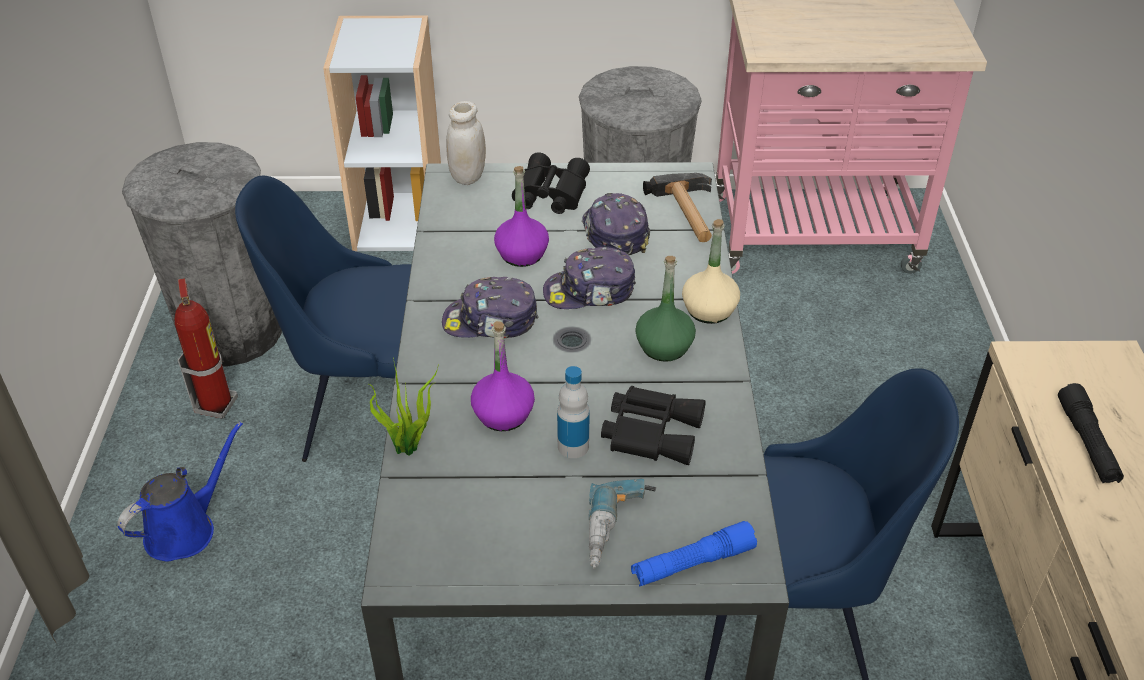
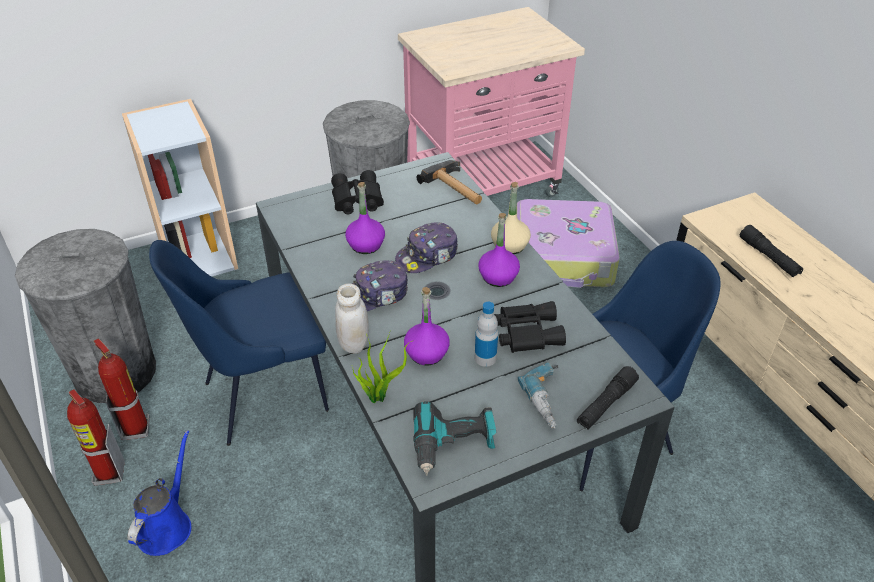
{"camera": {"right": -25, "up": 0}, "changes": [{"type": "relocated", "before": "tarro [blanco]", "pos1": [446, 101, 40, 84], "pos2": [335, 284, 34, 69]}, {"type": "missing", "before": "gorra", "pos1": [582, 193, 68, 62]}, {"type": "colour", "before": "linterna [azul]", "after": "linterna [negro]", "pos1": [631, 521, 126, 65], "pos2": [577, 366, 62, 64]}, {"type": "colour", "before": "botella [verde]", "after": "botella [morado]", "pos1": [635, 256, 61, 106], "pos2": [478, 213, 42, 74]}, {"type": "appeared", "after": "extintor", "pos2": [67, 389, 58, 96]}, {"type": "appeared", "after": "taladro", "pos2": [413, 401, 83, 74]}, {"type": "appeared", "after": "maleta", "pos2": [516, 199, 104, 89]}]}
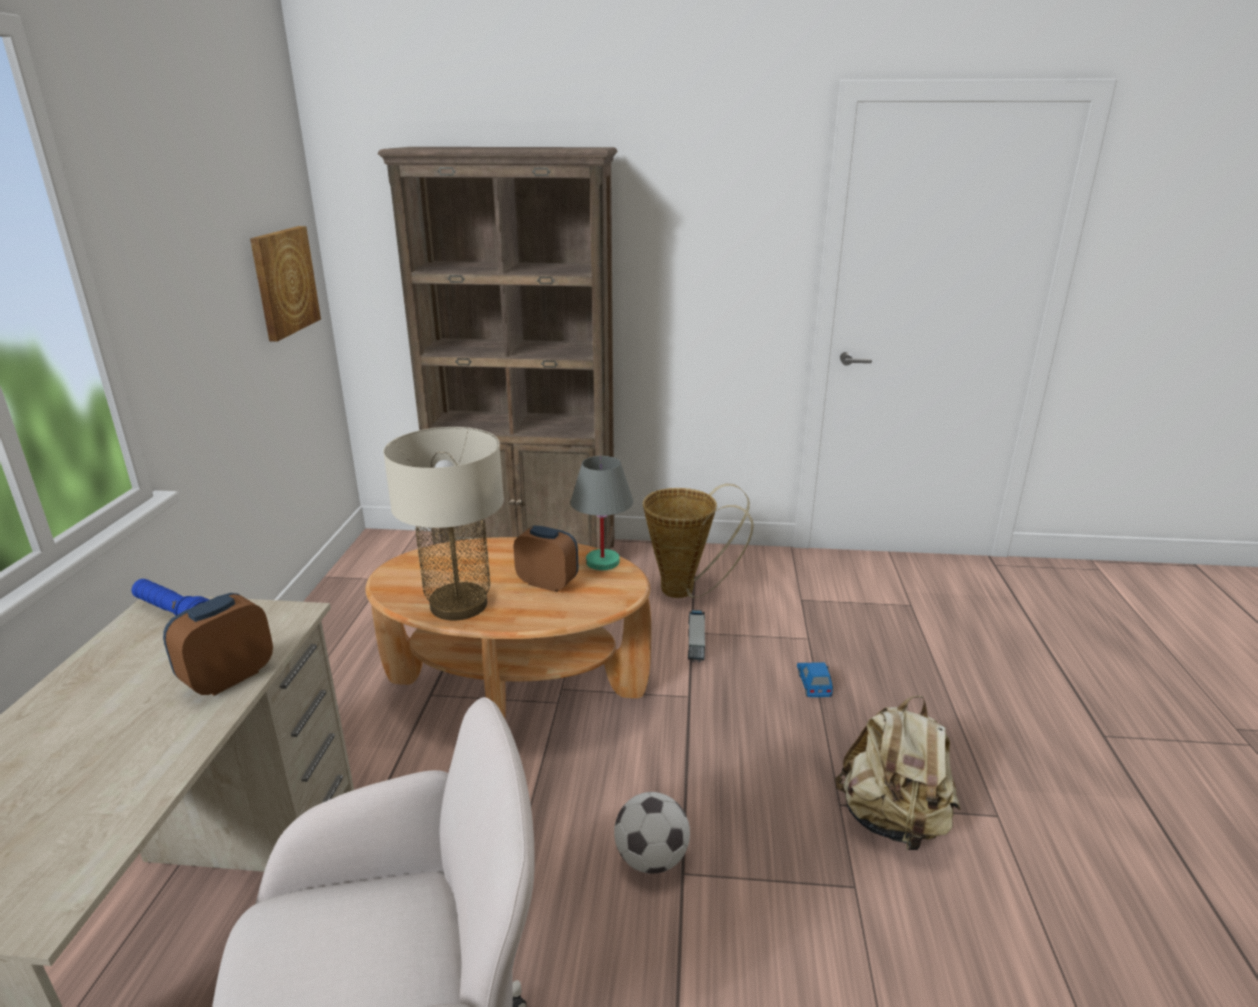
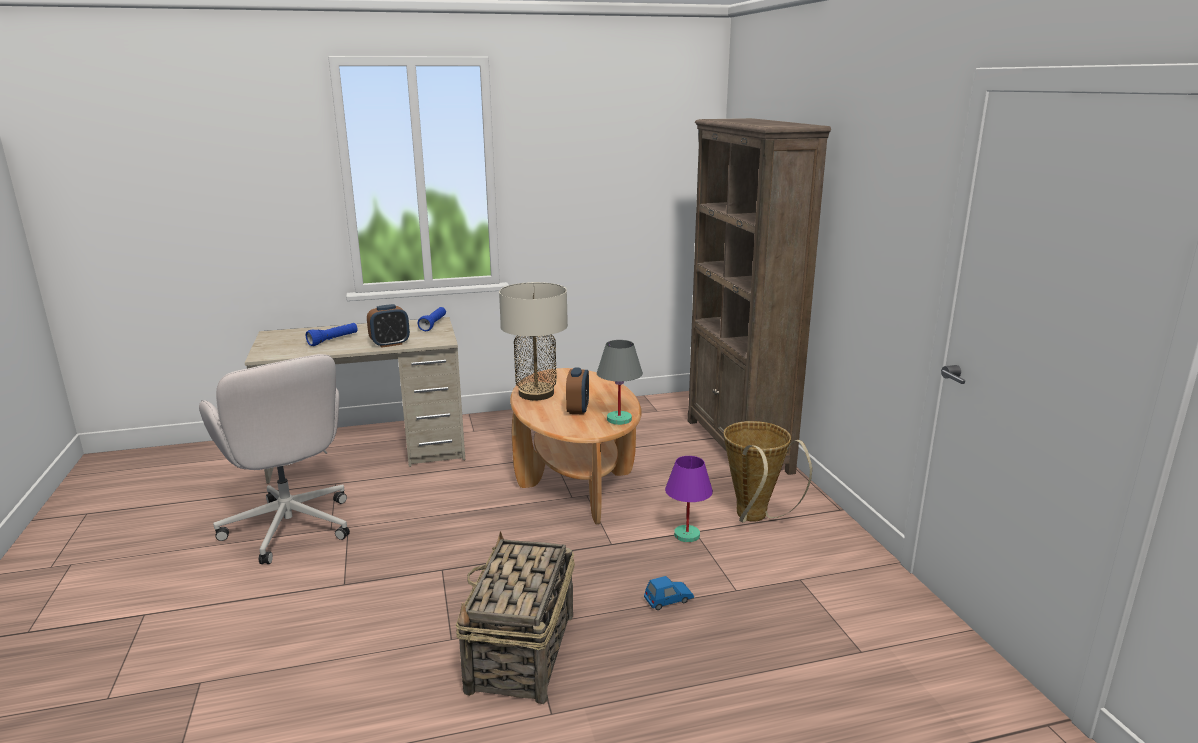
{"camera": {"right": 70, "up": -5}, "changes": [{"type": "spun", "before": "despertador", "pos1": [163, 593, 110, 103], "pos2": [367, 304, 43, 44], "turn": 135}, {"type": "missing", "before": "cuadro", "pos1": [250, 226, 71, 116]}, {"type": "missing", "before": "balón de fútbol", "pos1": [614, 792, 76, 82]}, {"type": "exchanged", "before": "camión de juguete", "after": "lámpara de mesa [morado]", "pos1": [688, 610, 17, 52], "pos2": [665, 456, 48, 86]}, {"type": "exchanged", "before": "mochila [beis]", "after": "cesta", "pos1": [835, 696, 126, 156], "pos2": [456, 531, 119, 173]}, {"type": "appeared", "after": "linterna [azul]", "pos2": [306, 323, 52, 23]}]}
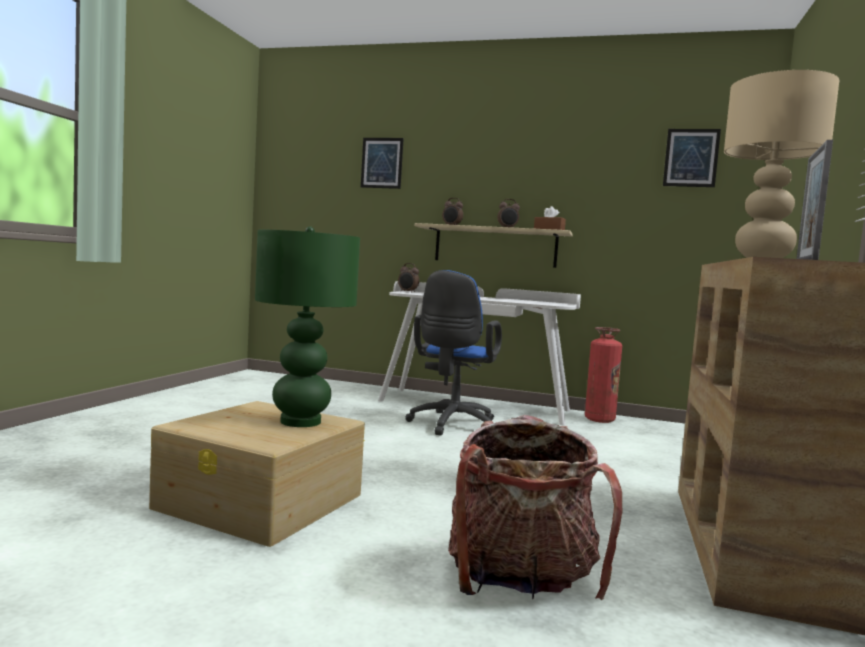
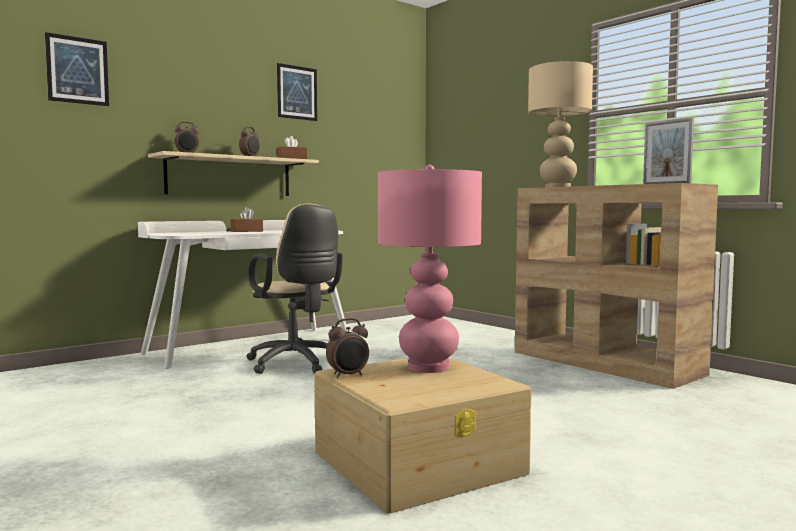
{"camera": {"right": -55, "up": 0}, "changes": [{"type": "colour", "before": "lámpara de mesa [verde]", "after": "lámpara de mesa [rosa]", "pos1": [255, 226, 105, 201], "pos2": [378, 165, 104, 208]}, {"type": "relocated", "before": "despertador", "pos1": [398, 263, 21, 30], "pos2": [326, 318, 43, 60]}, {"type": "colour", "before": "silla de oficina [azul]", "after": "silla de oficina [beis]", "pos1": [405, 270, 97, 166], "pos2": [246, 204, 97, 170]}, {"type": "missing", "before": "mochila", "pos1": [448, 415, 174, 185]}, {"type": "missing", "before": "extintor", "pos1": [585, 327, 37, 96]}, {"type": "relocated", "before": "cuadro", "pos1": [663, 129, 58, 58], "pos2": [277, 63, 40, 58]}, {"type": "appeared", "after": "caja de pañuelos [marrón]", "pos2": [231, 207, 32, 25]}]}
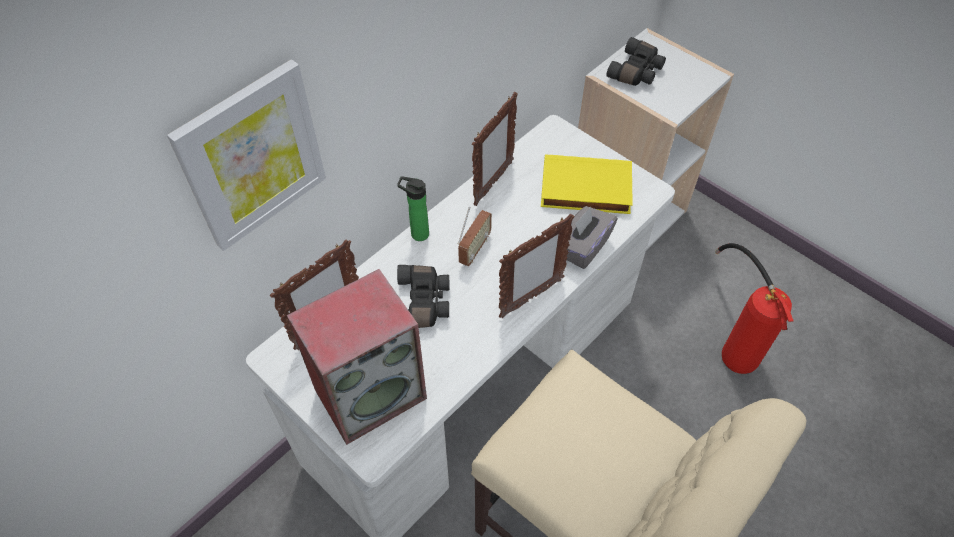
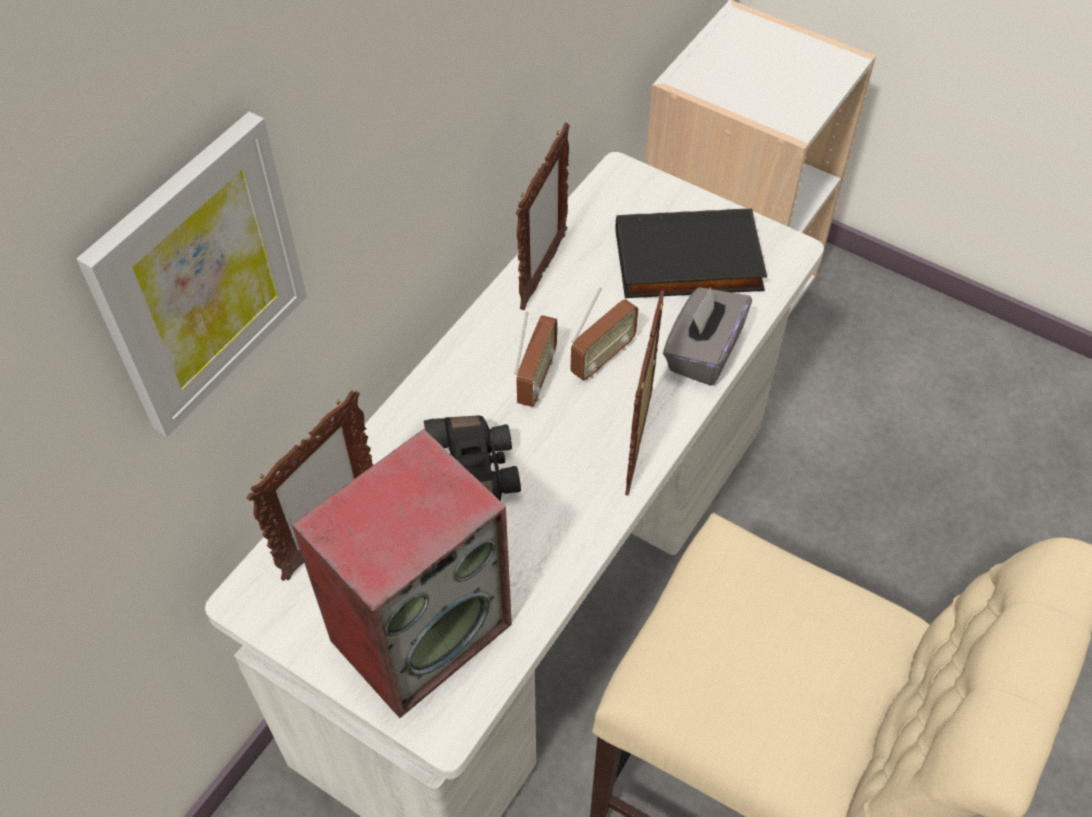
{"camera": {"right": -10, "up": 0}, "changes": [{"type": "missing", "before": "botella", "pos1": [397, 176, 32, 65]}, {"type": "spun", "before": "portarretratos", "pos1": [499, 214, 76, 104], "pos2": [625, 290, 39, 205], "turn": 150}, {"type": "colour", "before": "libro [amarillo]", "after": "libro [negro]", "pos1": [541, 154, 92, 60], "pos2": [616, 209, 151, 89]}, {"type": "missing", "before": "prismáticos [negro]", "pos1": [606, 37, 60, 49]}, {"type": "missing", "before": "extintor", "pos1": [715, 243, 79, 131]}, {"type": "appeared", "after": "radio", "pos2": [570, 288, 68, 93]}]}
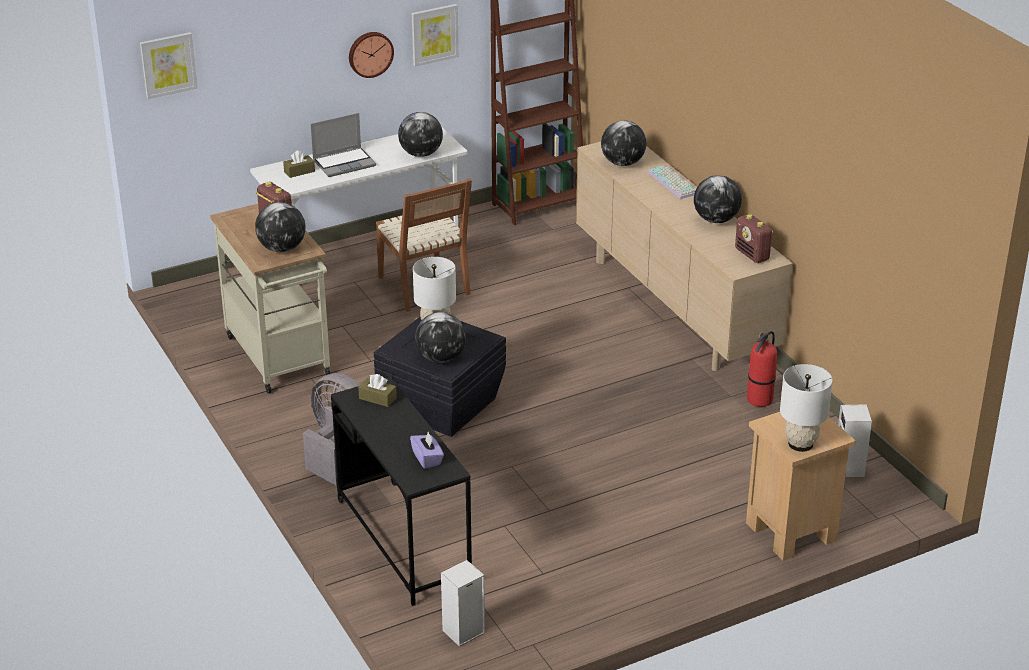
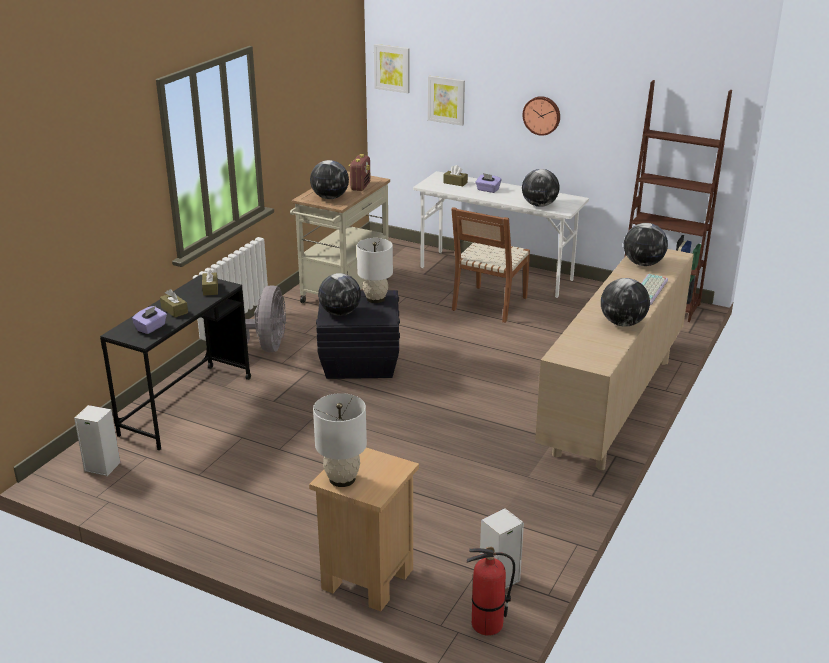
{"camera": {"right": 55, "up": -5}, "changes": [{"type": "exchanged", "before": "portátil", "after": "caja de pañuelos [morado]", "pos1": [311, 113, 65, 64], "pos2": [475, 173, 26, 20]}, {"type": "relocated", "before": "cuadro", "pos1": [412, 4, 47, 62], "pos2": [428, 76, 37, 50]}, {"type": "missing", "before": "radio", "pos1": [735, 214, 39, 49]}, {"type": "relocated", "before": "extintor", "pos1": [747, 331, 30, 76], "pos2": [467, 547, 48, 89]}, {"type": "appeared", "after": "caja de pañuelos [marrón]", "pos2": [160, 289, 28, 28]}]}
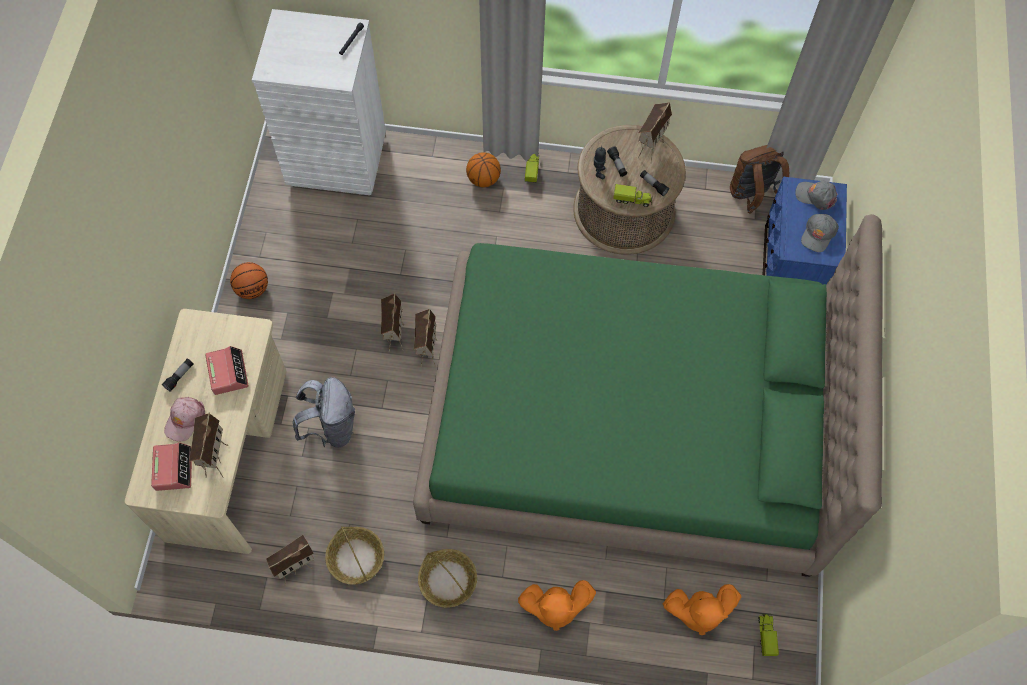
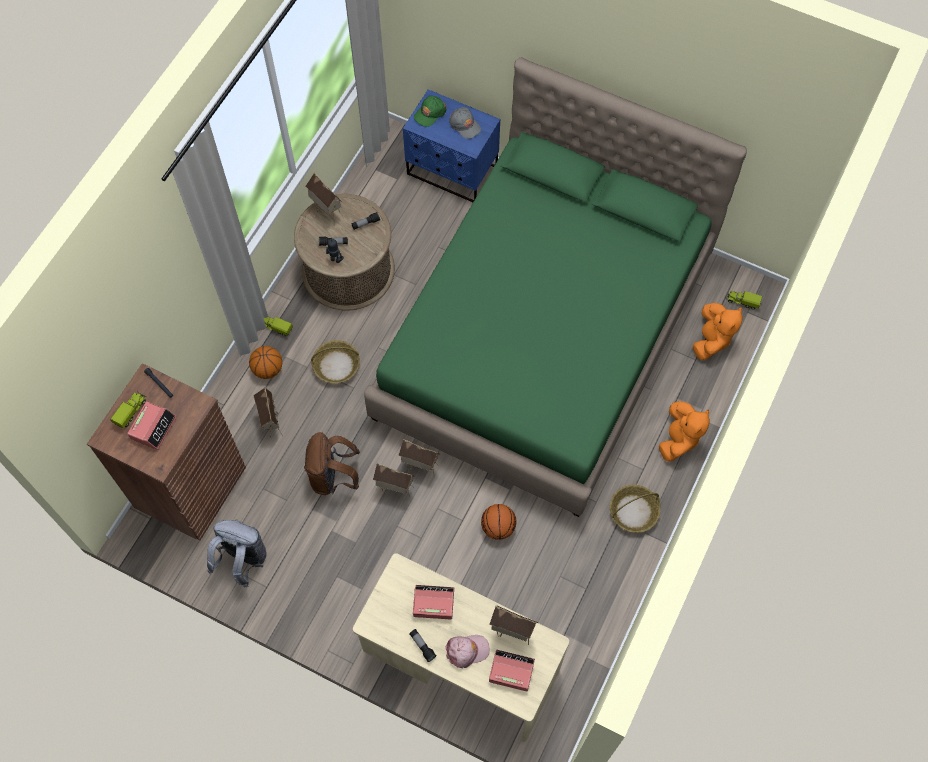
{"camera": {"right": -70, "up": 0}, "changes": [{"type": "spun", "before": "gorra [rosa]", "pos1": [164, 397, 41, 45], "pos2": [445, 635, 45, 33], "turn": -60}, {"type": "relocated", "before": "balón de baloncesto", "pos1": [230, 262, 38, 37], "pos2": [481, 504, 35, 36]}, {"type": "colour", "before": "cómoda [blanco]", "after": "cómoda [marrón]", "pos1": [252, 9, 134, 186], "pos2": [87, 363, 159, 177]}, {"type": "relocated", "before": "casita", "pos1": [266, 535, 48, 44], "pos2": [253, 388, 30, 52]}, {"type": "relocated", "before": "mochila [gris]", "pos1": [293, 377, 62, 70], "pos2": [207, 520, 60, 68]}, {"type": "relocated", "before": "cesta", "pos1": [325, 526, 59, 59], "pos2": [311, 340, 49, 43]}, {"type": "relocated", "before": "camión de juguete", "pos1": [613, 184, 40, 23], "pos2": [110, 392, 36, 37]}, {"type": "relocated", "before": "mochila [marrón]", "pos1": [730, 145, 59, 69], "pos2": [304, 432, 56, 63]}, {"type": "colour", "before": "gorra [gris]", "after": "gorra [verde]", "pos1": [795, 181, 43, 29], "pos2": [414, 96, 33, 31]}, {"type": "appeared", "after": "despertador", "pos2": [127, 401, 50, 49]}]}
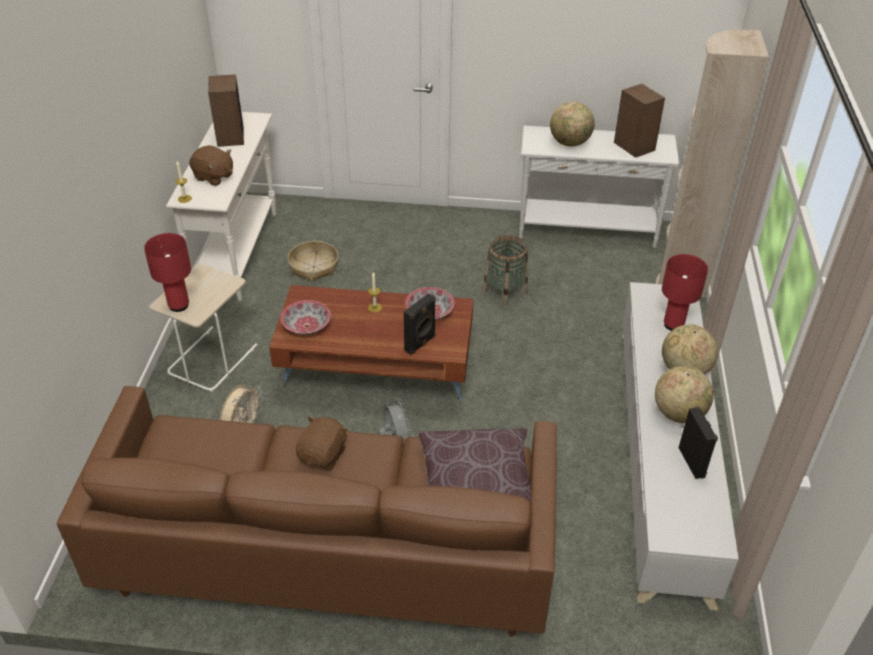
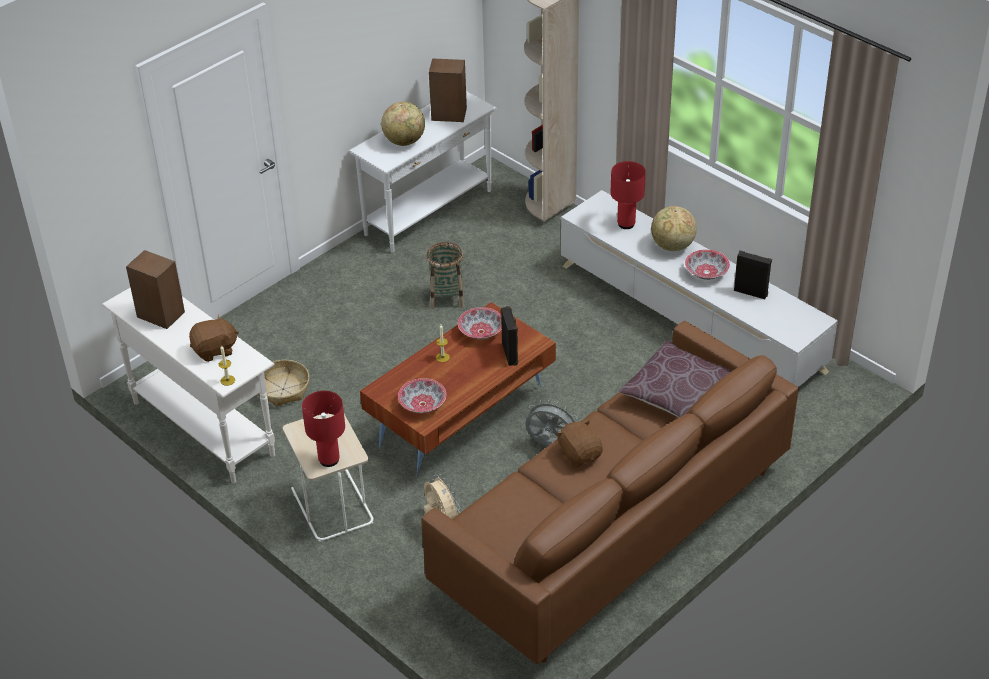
{"camera": {"right": -50, "up": 0}, "changes": [{"type": "exchanged", "before": "globo terráqueo", "after": "cuenco", "pos1": [655, 366, 59, 57], "pos2": [685, 249, 45, 31]}]}
